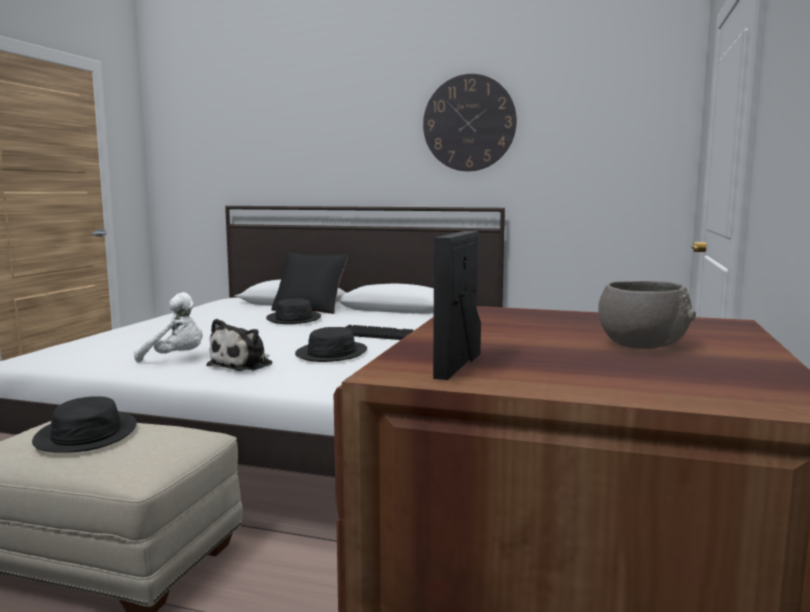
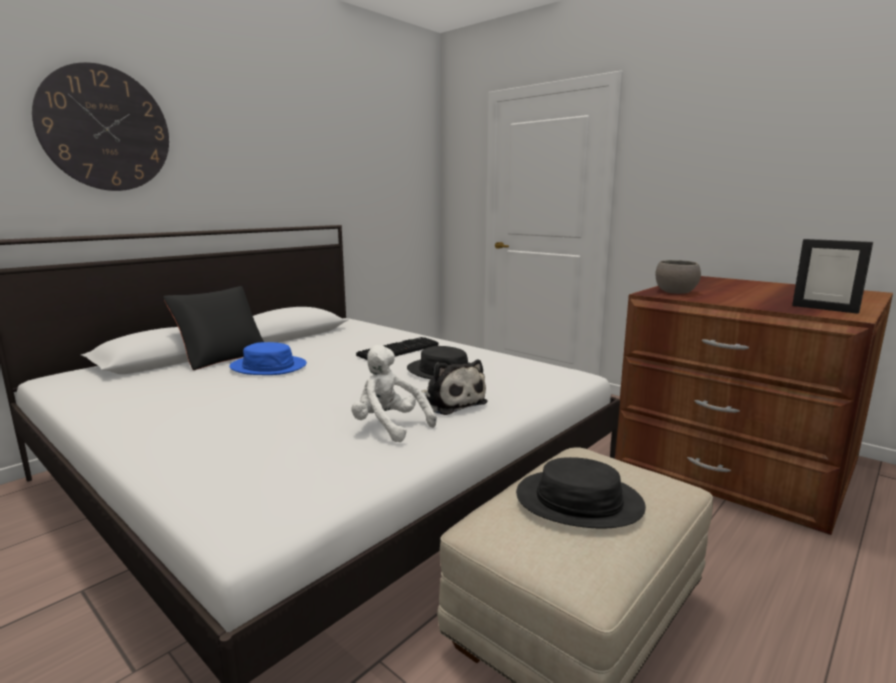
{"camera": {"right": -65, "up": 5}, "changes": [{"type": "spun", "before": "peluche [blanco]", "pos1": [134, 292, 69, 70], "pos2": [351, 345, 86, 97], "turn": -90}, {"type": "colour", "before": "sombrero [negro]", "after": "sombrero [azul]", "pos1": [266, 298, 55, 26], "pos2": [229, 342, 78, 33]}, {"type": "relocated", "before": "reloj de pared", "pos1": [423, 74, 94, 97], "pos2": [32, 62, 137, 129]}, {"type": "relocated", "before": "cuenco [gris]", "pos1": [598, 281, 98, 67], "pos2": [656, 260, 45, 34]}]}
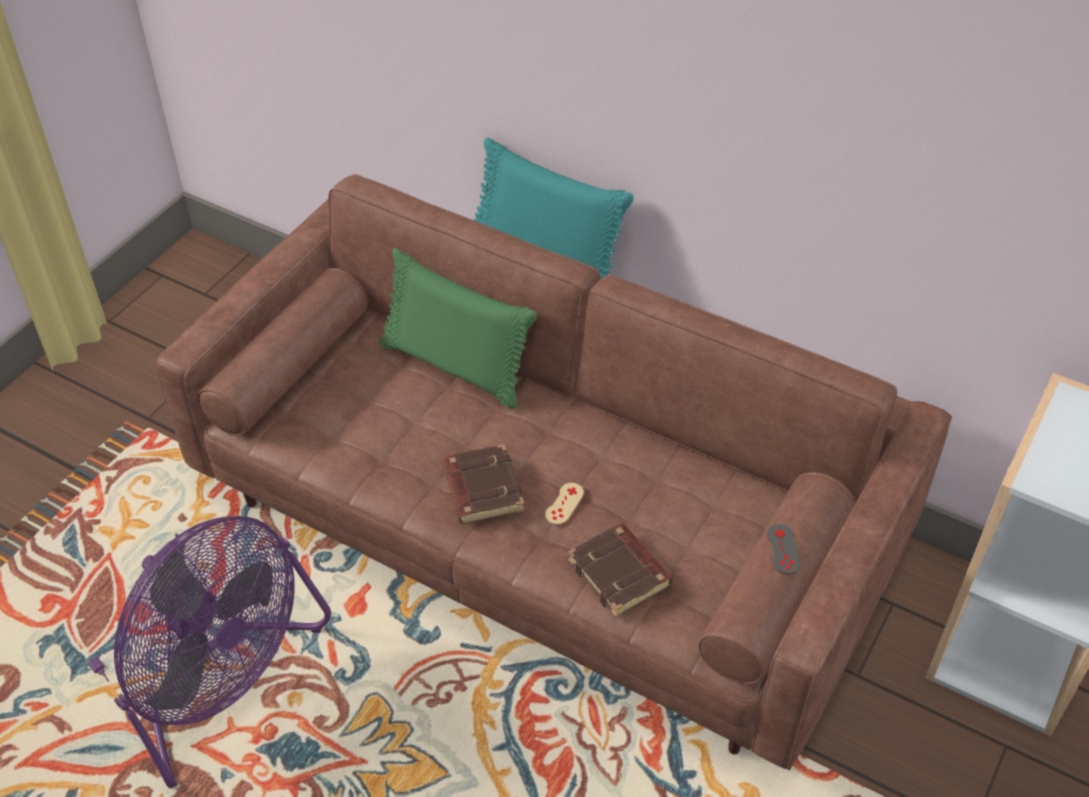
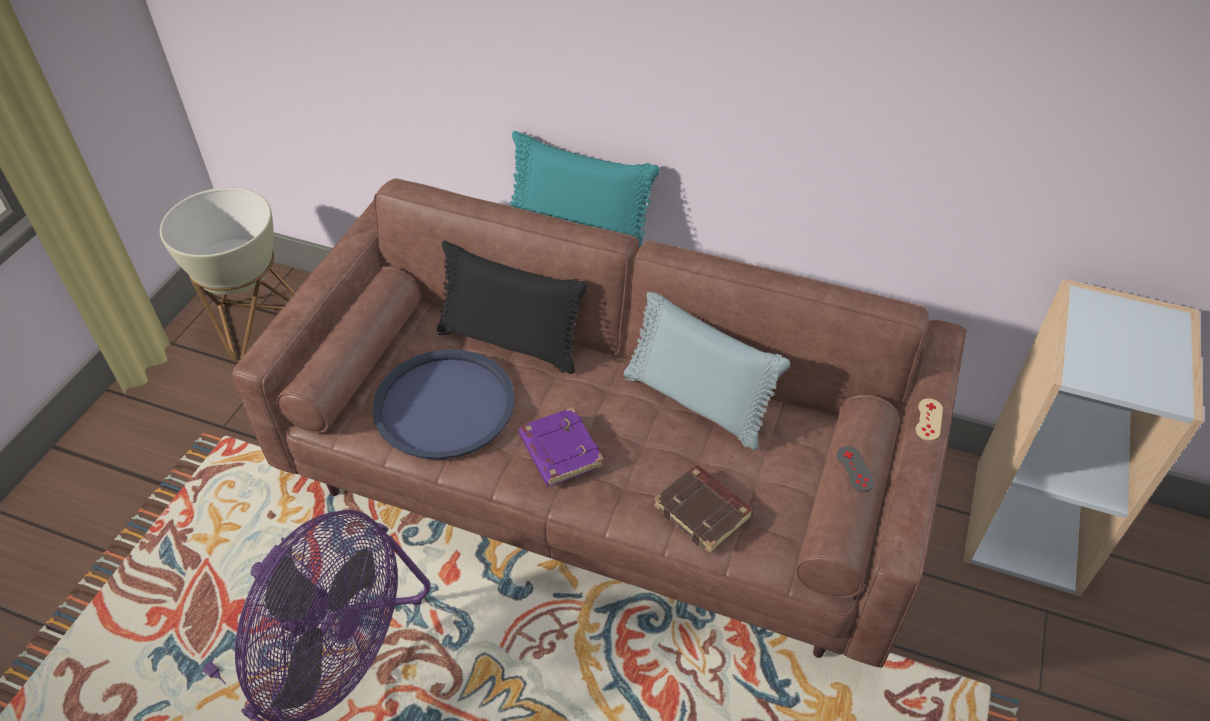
{"camera": {"right": -10, "up": 0}, "changes": [{"type": "colour", "before": "cojín [verde]", "after": "cojín [negro]", "pos1": [379, 248, 158, 161], "pos2": [437, 241, 151, 133]}, {"type": "colour", "before": "libro [marrón]", "after": "libro [morado]", "pos1": [442, 444, 82, 80], "pos2": [519, 407, 85, 79]}, {"type": "relocated", "before": "mando de consola [beis]", "pos1": [545, 483, 39, 42], "pos2": [915, 398, 28, 43]}, {"type": "appeared", "after": "maceta", "pos2": [160, 187, 135, 176]}, {"type": "appeared", "after": "bandeja [azul]", "pos2": [372, 349, 143, 111]}, {"type": "appeared", "after": "cojín [azul]", "pos2": [623, 292, 167, 158]}]}
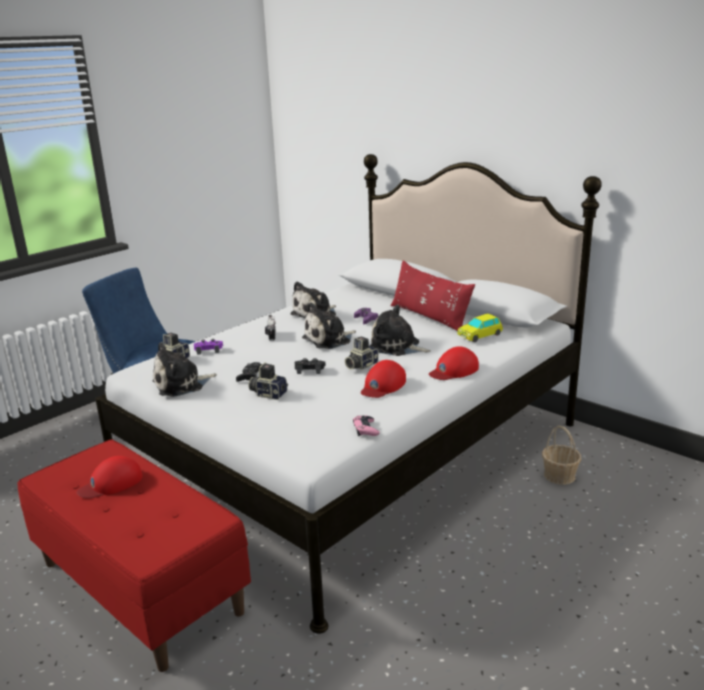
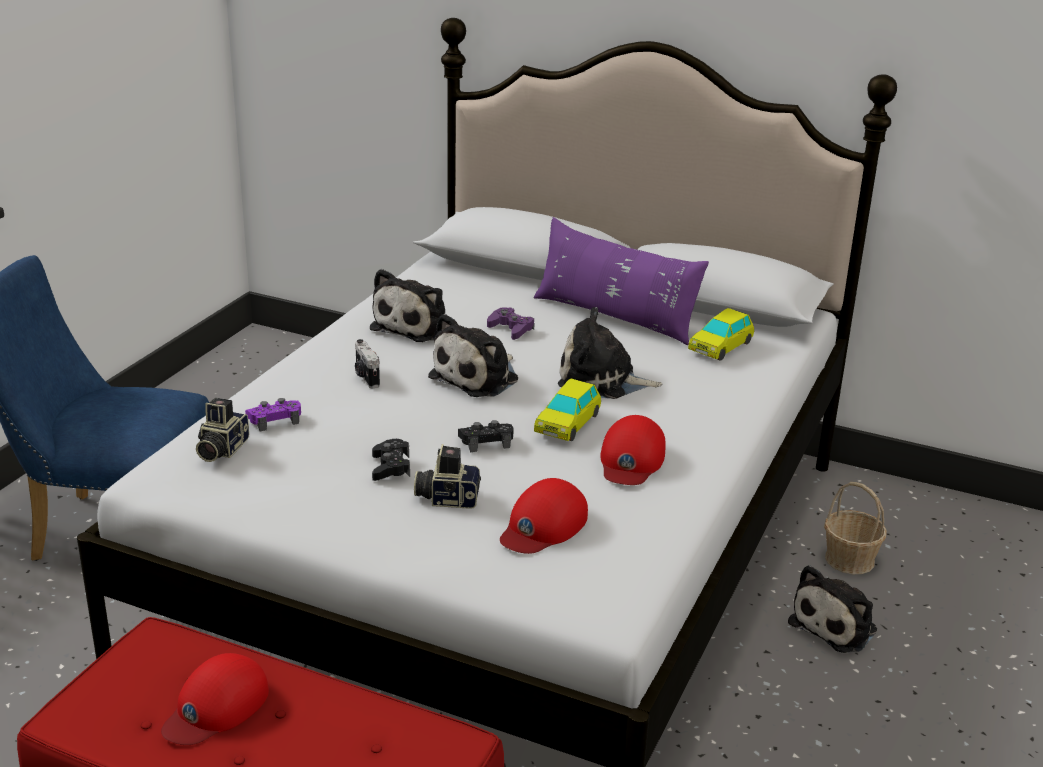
{"camera": {"right": -20, "up": 5}, "changes": [{"type": "relocated", "before": "peluche", "pos1": [153, 342, 64, 55], "pos2": [788, 565, 89, 88]}, {"type": "exchanged", "before": "cámara", "after": "coche de juguete", "pos1": [345, 337, 33, 33], "pos2": [534, 379, 67, 62]}, {"type": "missing", "before": "mando de consola [rosa]", "pos1": [353, 415, 27, 21]}, {"type": "colour", "before": "cojín [rojo]", "after": "cojín [morado]", "pos1": [391, 260, 84, 71], "pos2": [534, 217, 175, 128]}, {"type": "relocated", "before": "gorra [rojo]", "pos1": [429, 346, 50, 34], "pos2": [500, 478, 88, 76]}]}
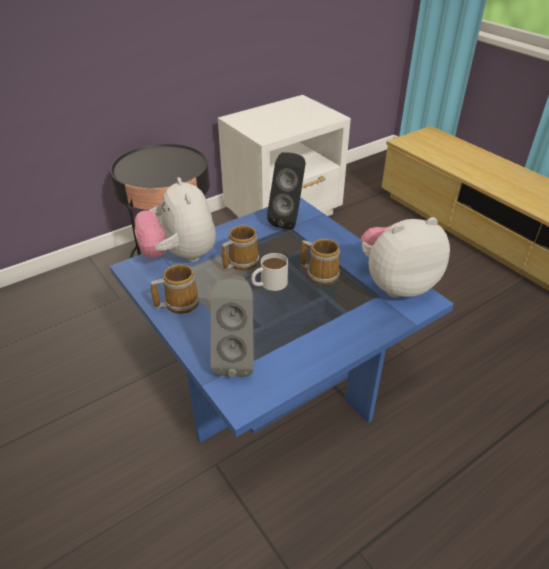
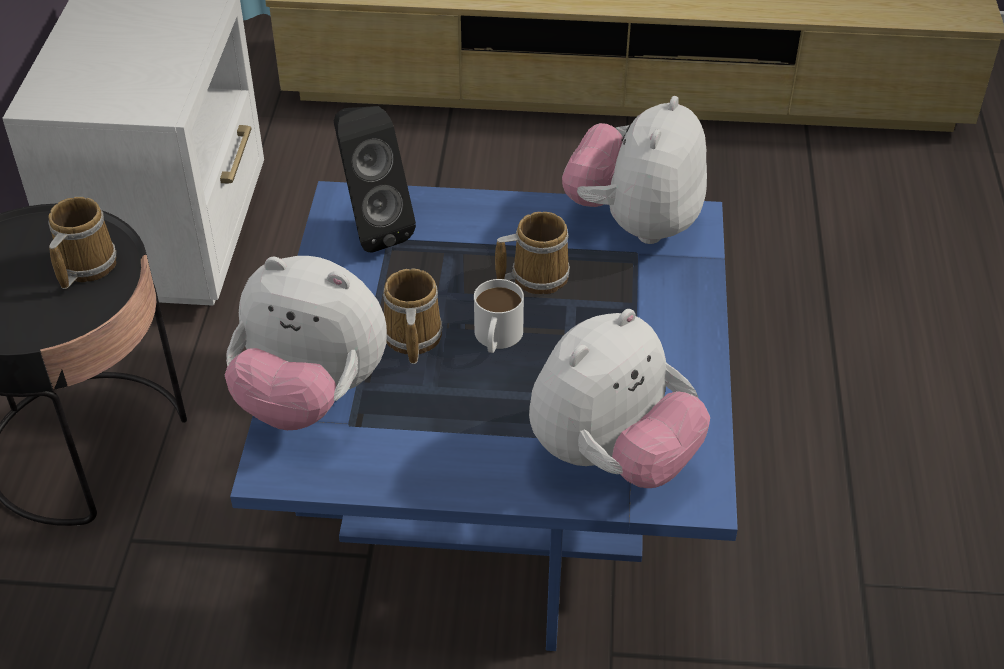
{"camera": {"right": -50, "up": 5}, "changes": [{"type": "relocated", "before": "taza grande", "pos1": [151, 264, 48, 50], "pos2": [48, 197, 68, 92]}, {"type": "exchanged", "before": "altavoz [gris]", "after": "peluche", "pos1": [210, 275, 44, 102], "pos2": [529, 309, 181, 179]}]}
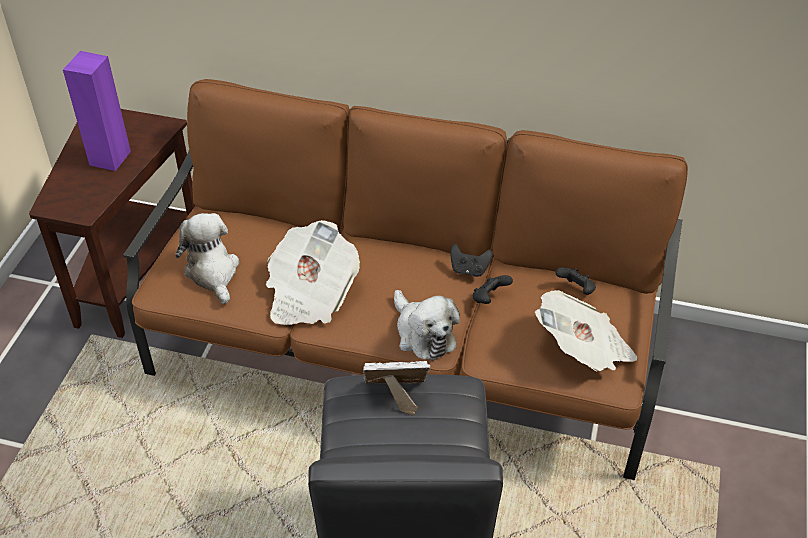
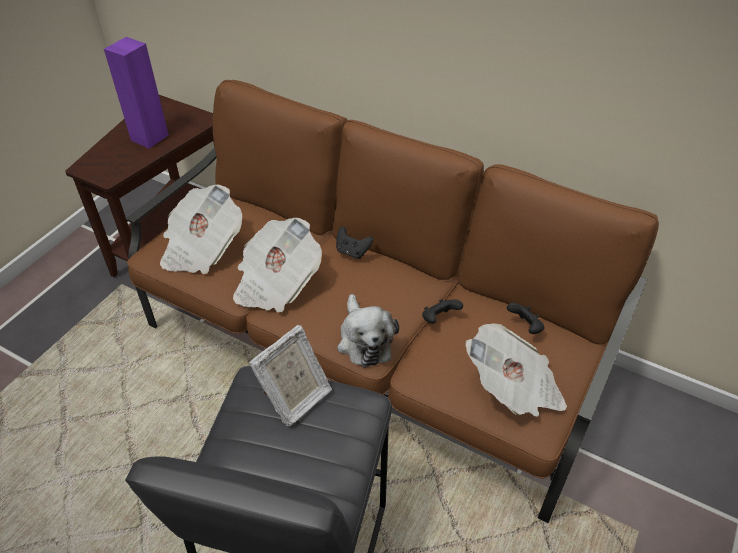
{"camera": {"right": 15, "up": 0}, "changes": [{"type": "exchanged", "before": "peluche", "after": "periódico", "pos1": [175, 213, 64, 91], "pos2": [160, 185, 82, 89]}, {"type": "spun", "before": "portarretratos", "pos1": [363, 361, 67, 55], "pos2": [249, 325, 83, 101], "turn": 120}, {"type": "relocated", "before": "mando de consola [negro]", "pos1": [451, 244, 41, 33], "pos2": [336, 226, 37, 33]}]}
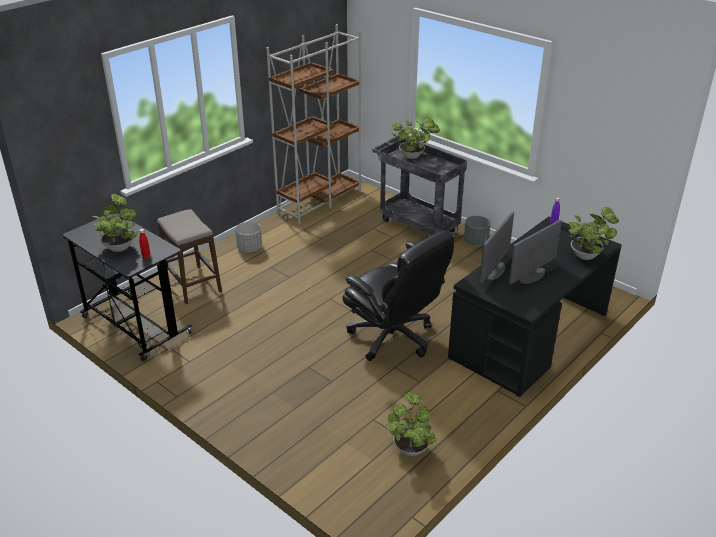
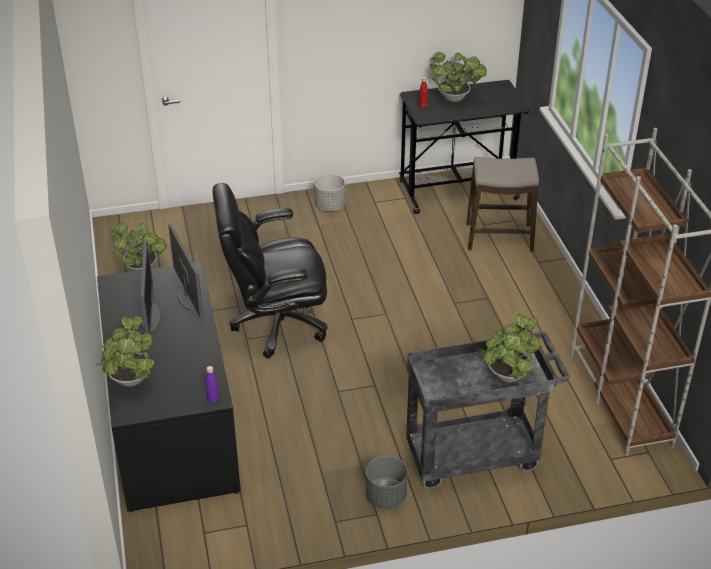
{"camera": {"right": 125, "up": 5}, "changes": [{"type": "relocated", "before": "maceta [gris]", "pos1": [235, 222, 27, 30], "pos2": [314, 174, 31, 37]}]}
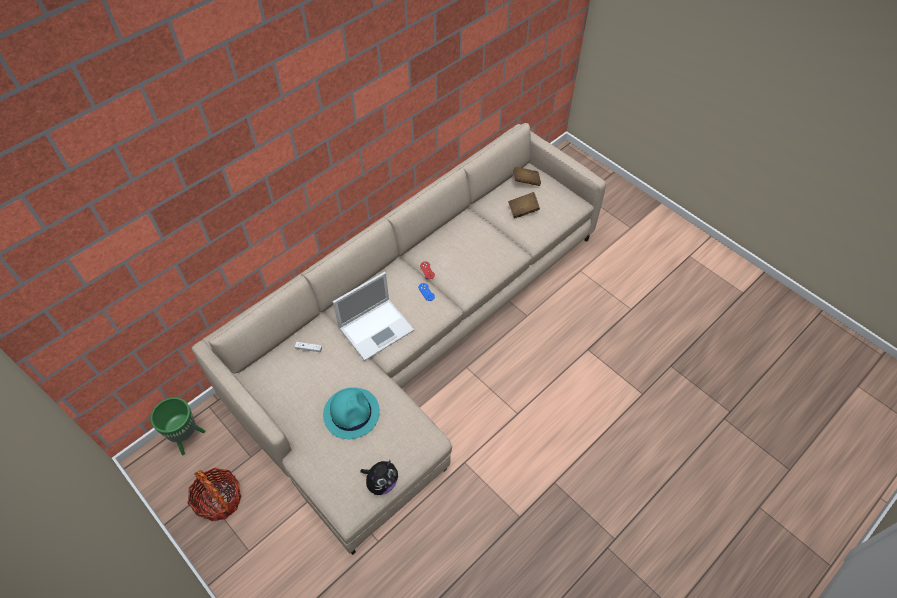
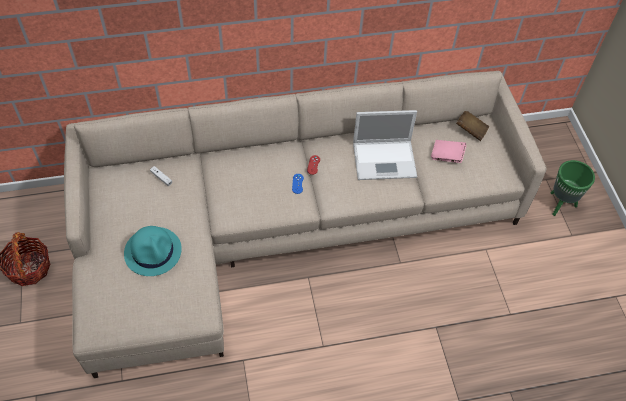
{"camera": {"right": 30, "up": 0}, "changes": [{"type": "relocated", "before": "maceta [verde]", "pos1": [150, 397, 55, 58], "pos2": [550, 160, 45, 56]}, {"type": "relocated", "before": "portátil", "pos1": [333, 272, 81, 89], "pos2": [353, 110, 64, 70]}, {"type": "missing", "before": "peluche", "pos1": [361, 460, 37, 35]}, {"type": "colour", "before": "libro [marrón]", "after": "libro [rosa]", "pos1": [508, 192, 32, 27], "pos2": [431, 140, 35, 23]}]}
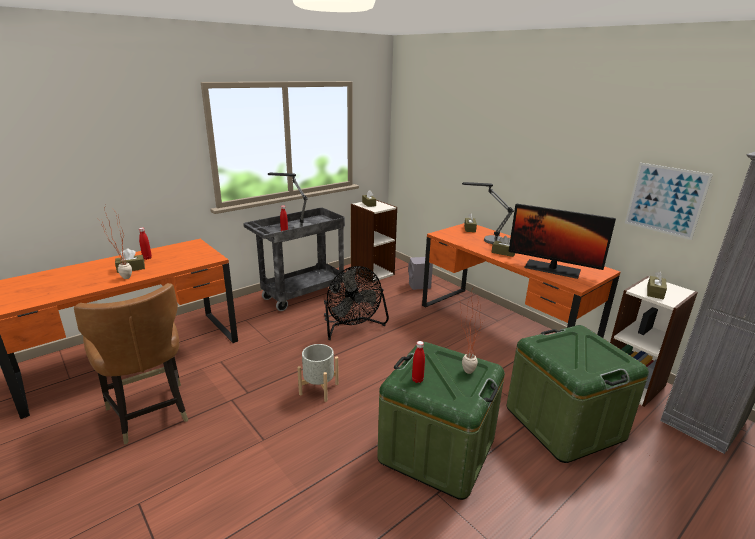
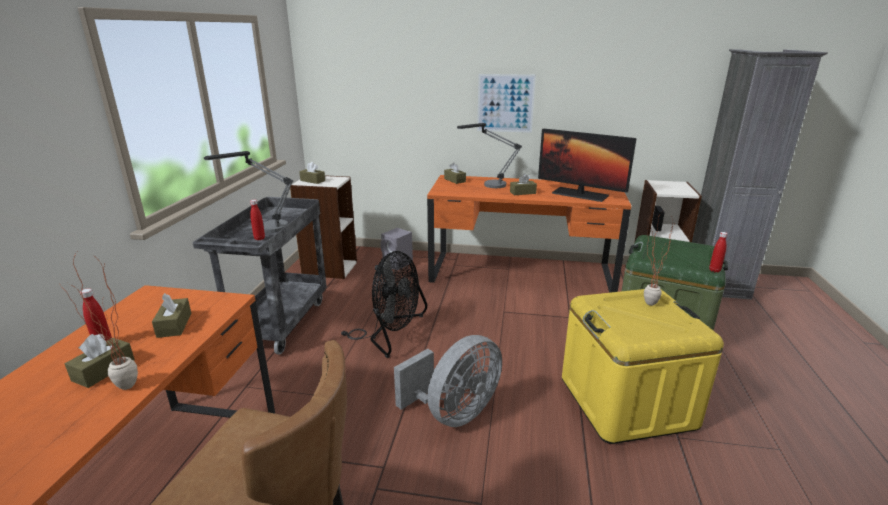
{"camera": {"right": -40, "up": 0}, "changes": [{"type": "exchanged", "before": "maceta [gris]", "after": "ventilador [gris]", "pos1": [297, 344, 42, 58], "pos2": [394, 335, 108, 92]}, {"type": "colour", "before": "caja de almacenaje [verde]", "after": "caja de almacenaje [amarillo]", "pos1": [377, 342, 128, 158], "pos2": [562, 289, 162, 155]}, {"type": "relocated", "before": "botella [rojo]", "pos1": [412, 341, 13, 42], "pos2": [709, 232, 18, 40]}, {"type": "spun", "before": "monitor", "pos1": [509, 204, 107, 75], "pos2": [538, 129, 98, 73], "turn": 45}, {"type": "relocated", "before": "cuadro", "pos1": [625, 163, 88, 77], "pos2": [477, 74, 59, 59]}, {"type": "relocated", "before": "caja de pañuelos [marrón]", "pos1": [647, 271, 20, 28], "pos2": [152, 293, 39, 45]}]}
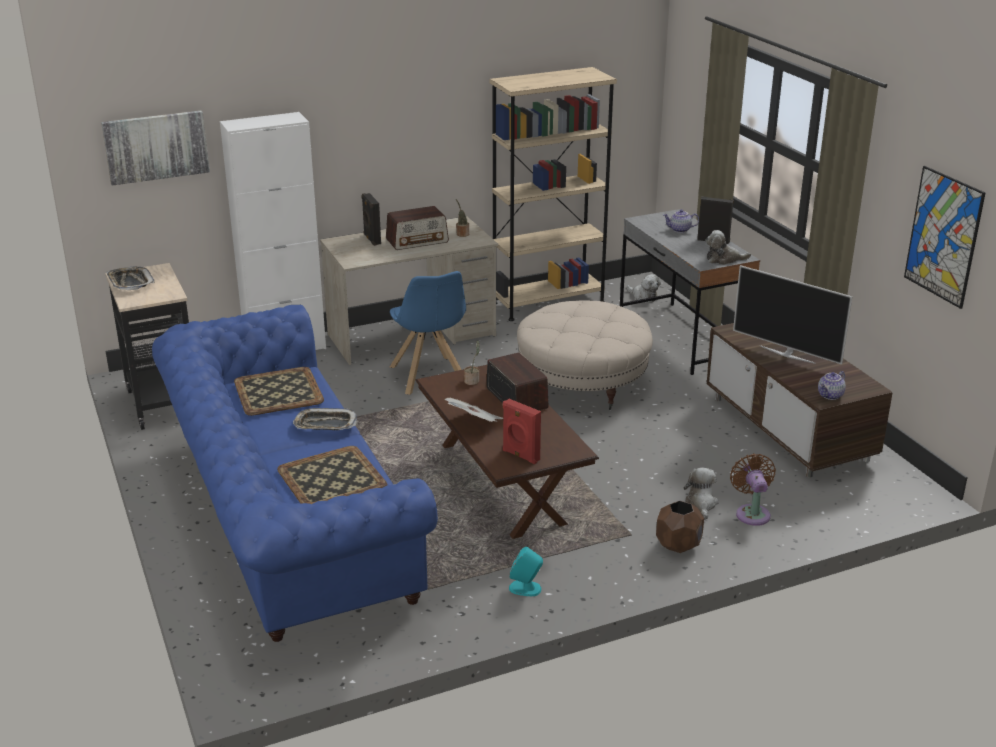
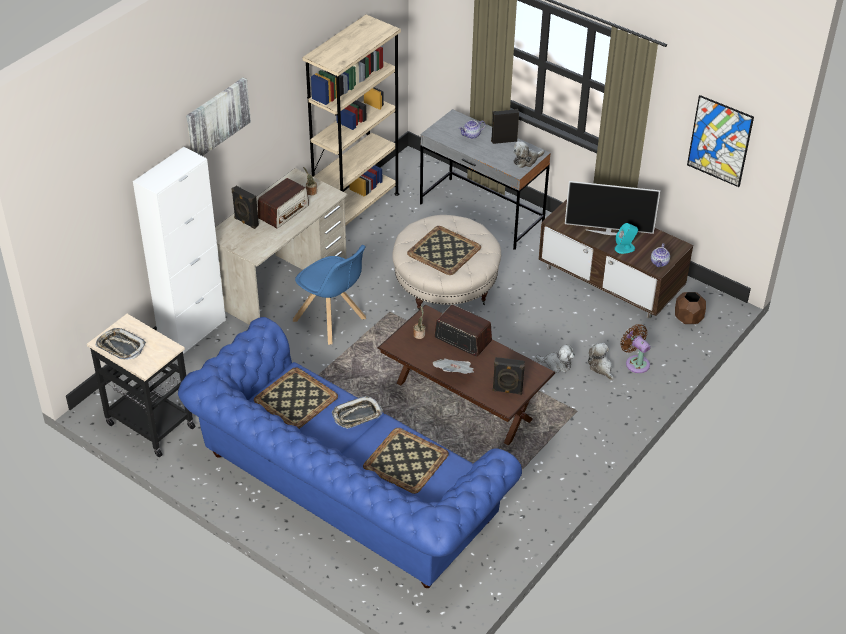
{"camera": {"right": -30, "up": 15}, "changes": [{"type": "relocated", "before": "cuadro", "pos1": [101, 110, 109, 76], "pos2": [186, 77, 65, 79]}, {"type": "colour", "before": "altavoz [rojo]", "after": "altavoz [negro]", "pos1": [503, 399, 38, 65], "pos2": [492, 357, 33, 38]}, {"type": "relocated", "before": "altavoz [turquesa]", "pos1": [509, 547, 34, 49], "pos2": [615, 223, 23, 31]}, {"type": "relocated", "before": "peluche", "pos1": [627, 274, 34, 29], "pos2": [536, 344, 39, 29]}, {"type": "relocated", "before": "maceta [marrón]", "pos1": [656, 501, 48, 52], "pos2": [675, 292, 31, 32]}, {"type": "appeared", "after": "bandeja", "pos2": [407, 226, 74, 49]}]}
